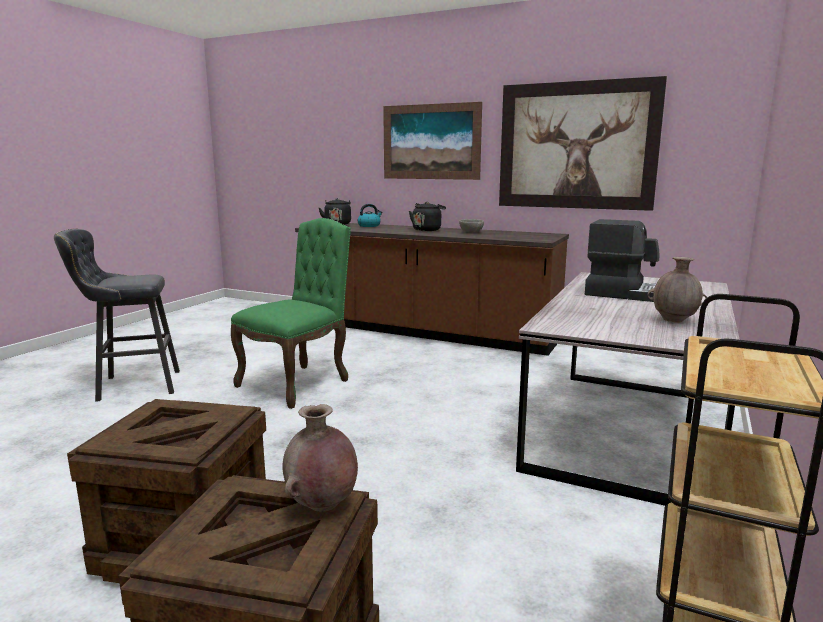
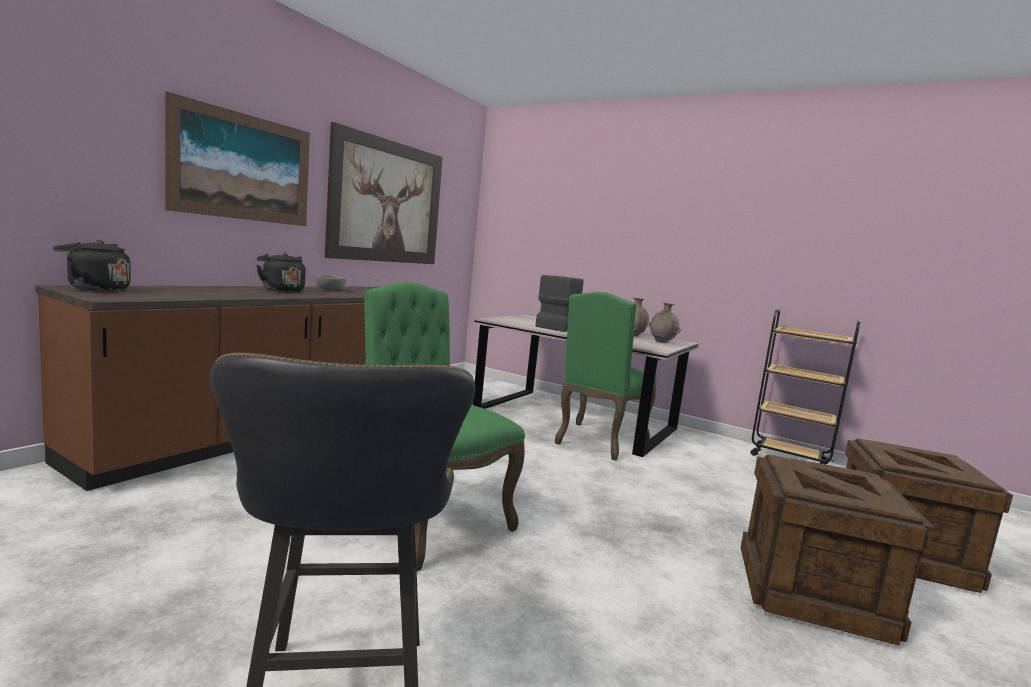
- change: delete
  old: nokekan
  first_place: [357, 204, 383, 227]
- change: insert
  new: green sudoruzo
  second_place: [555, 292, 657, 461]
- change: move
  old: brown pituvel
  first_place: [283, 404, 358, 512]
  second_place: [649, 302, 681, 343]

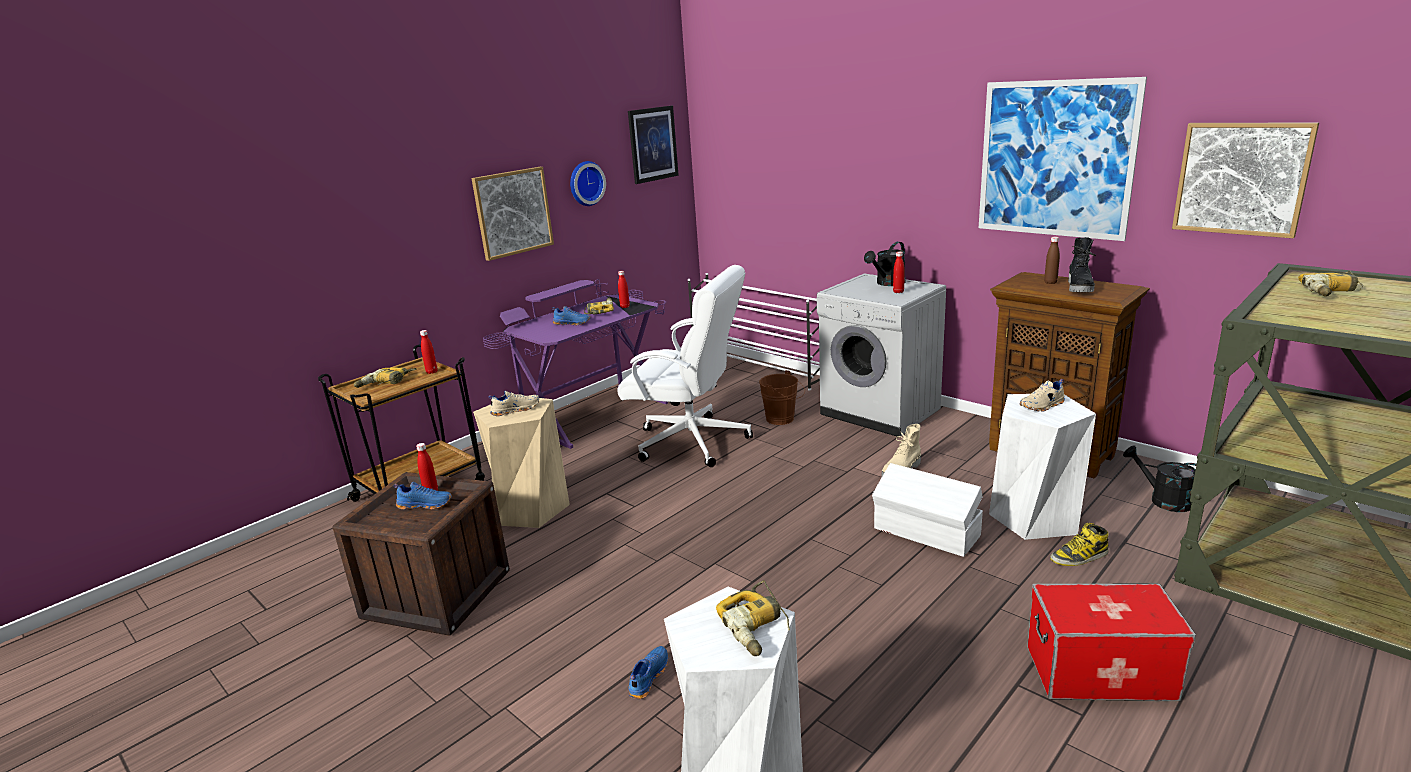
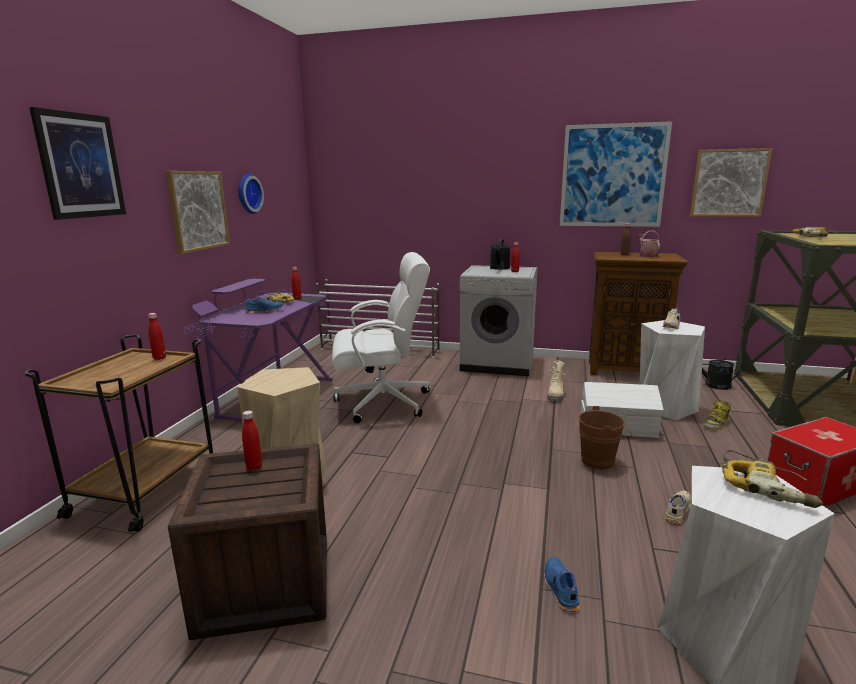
- change: delete
  old: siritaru
  first_place: [354, 367, 416, 388]
- change: delete
  old: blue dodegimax
  first_place: [394, 482, 452, 509]
- change: move
  old: beige dodegimax
  first_place: [489, 391, 539, 416]
  second_place: [665, 491, 691, 525]
- change: move
  old: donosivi
  first_place: [628, 106, 679, 184]
  second_place: [29, 107, 126, 220]
- change: move
  old: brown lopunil
  first_place: [759, 370, 805, 425]
  second_place: [579, 406, 632, 470]
- change: replace
  old: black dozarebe
  new: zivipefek
  first_place: [1068, 237, 1096, 292]
  second_place: [636, 231, 660, 257]

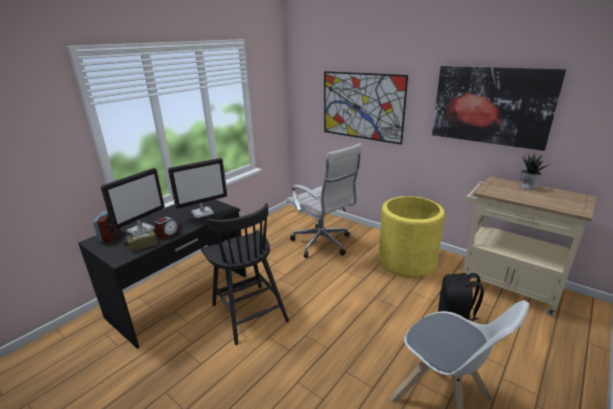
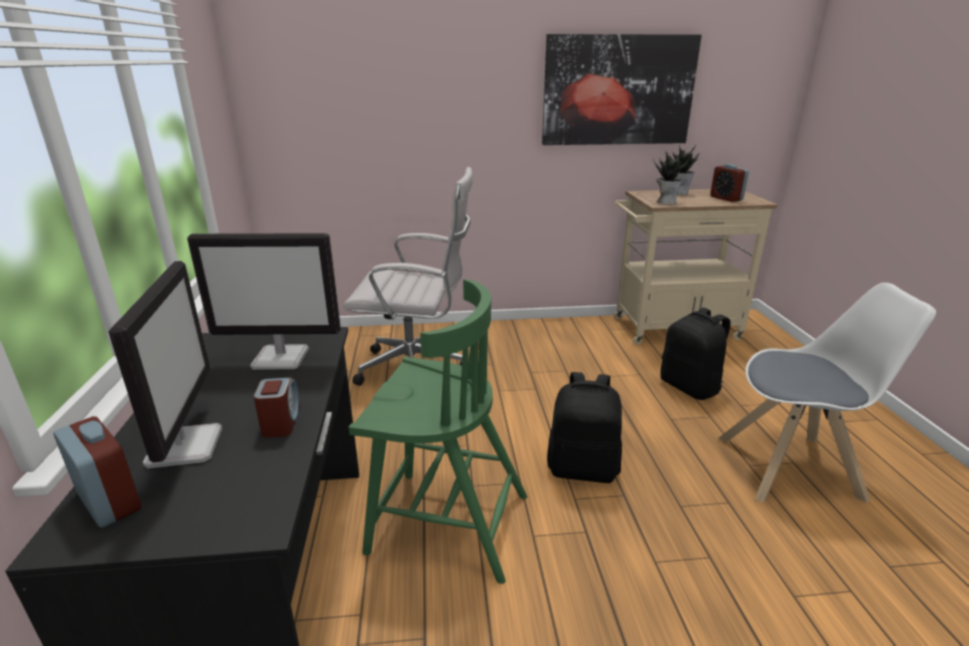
- change: delete
  old: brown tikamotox
  first_place: [126, 227, 158, 252]
- change: delete
  old: donosivi
  first_place: [324, 71, 408, 145]
- change: delete
  old: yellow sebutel
  first_place: [378, 196, 445, 278]
- change: insert
  new: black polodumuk
  second_place: [547, 372, 622, 483]
- change: insert
  new: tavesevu
  second_place: [653, 150, 688, 204]
- change: insert
  new: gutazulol
  second_place: [710, 164, 749, 202]
- change: recolor
  old: black sudoruzo
  new: green sudoruzo
  first_place: [201, 203, 289, 345]
  second_place: [349, 279, 527, 584]
- change: rotate
  old: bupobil
  first_place: [168, 158, 227, 218]
  second_place: [187, 233, 341, 370]
  degrees: 75

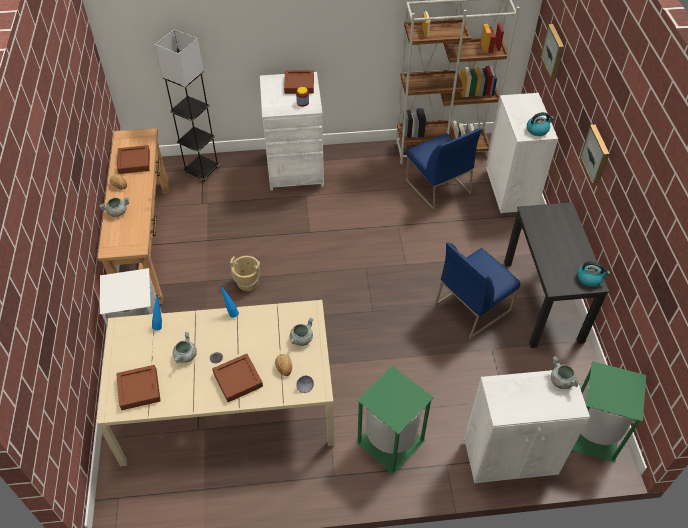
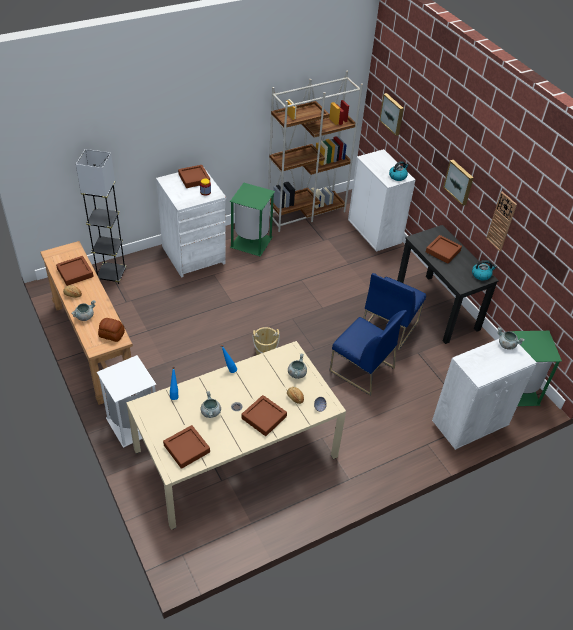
- change: insert
  new: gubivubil
  second_place: [98, 318, 125, 342]
- change: insert
  new: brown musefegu
  second_place: [426, 235, 462, 263]
- change: insert
  new: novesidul
  second_place: [486, 192, 517, 251]
- change: move
  old: beige lopunil
  first_place: [230, 256, 260, 291]
  second_place: [252, 327, 280, 355]
- change: move
  old: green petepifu
  first_place: [356, 366, 434, 475]
  second_place: [230, 183, 275, 257]
- change: move
  old: blue sudoruzo
  first_place: [405, 128, 482, 211]
  second_place: [330, 310, 407, 396]

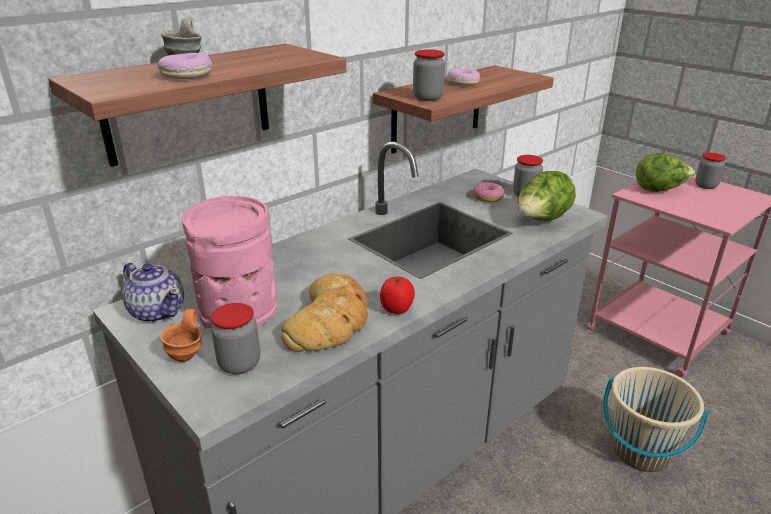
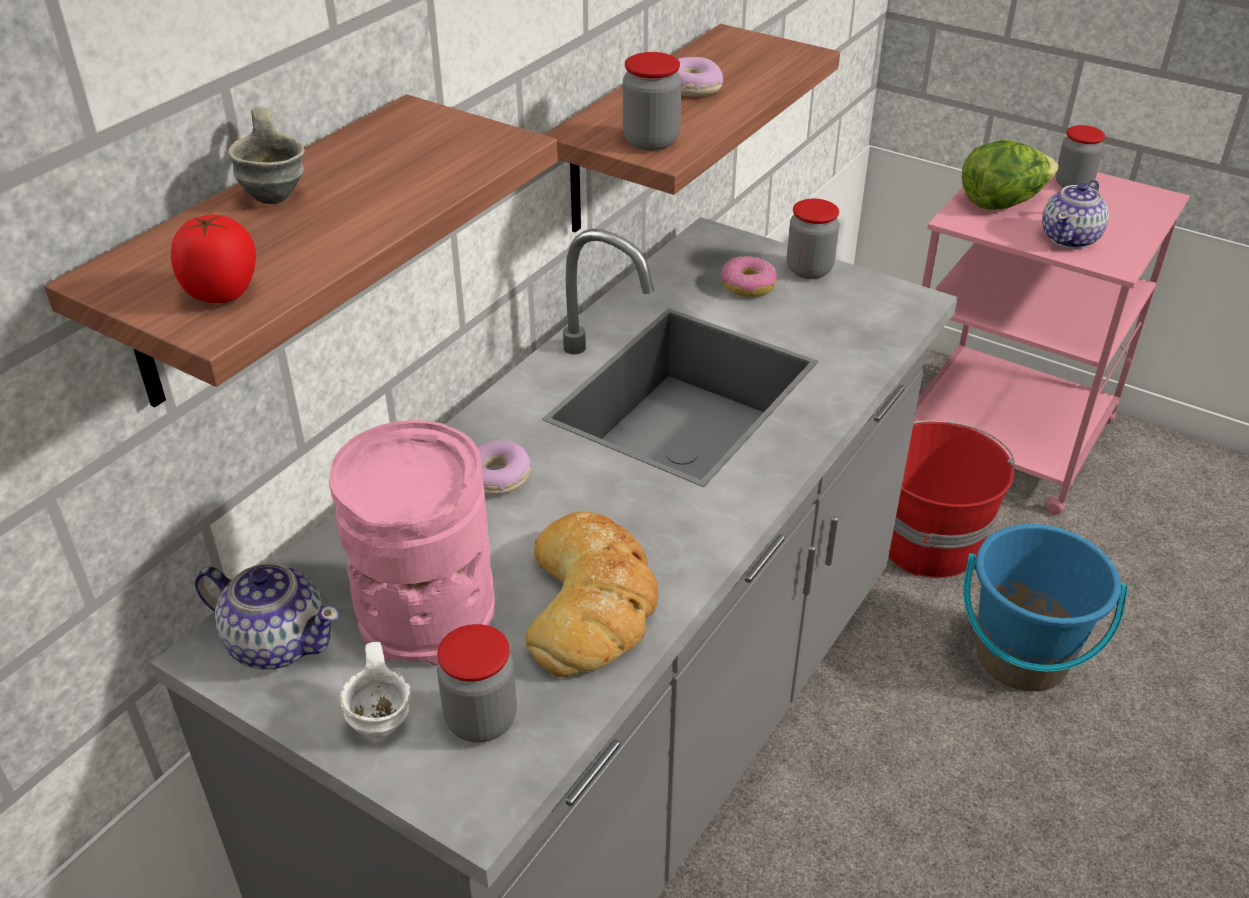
- change: delete
  old: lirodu
  first_place: [518, 171, 576, 221]
- change: insert
  new: red lopunil
  second_place: [888, 420, 1015, 578]
- change: insert
  new: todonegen
  second_place: [1042, 180, 1109, 249]
- change: move
  old: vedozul
  first_place: [157, 53, 212, 79]
  second_place: [477, 440, 531, 495]
- change: move
  old: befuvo
  first_place: [380, 276, 415, 314]
  second_place: [171, 215, 256, 303]
- change: recolor
  old: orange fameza
  new: white fameza
  first_place: [160, 309, 202, 362]
  second_place: [340, 642, 411, 739]
- change: recolor
  old: beige lopunil
  new: blue lopunil
  first_place: [603, 367, 709, 472]
  second_place: [963, 524, 1128, 691]

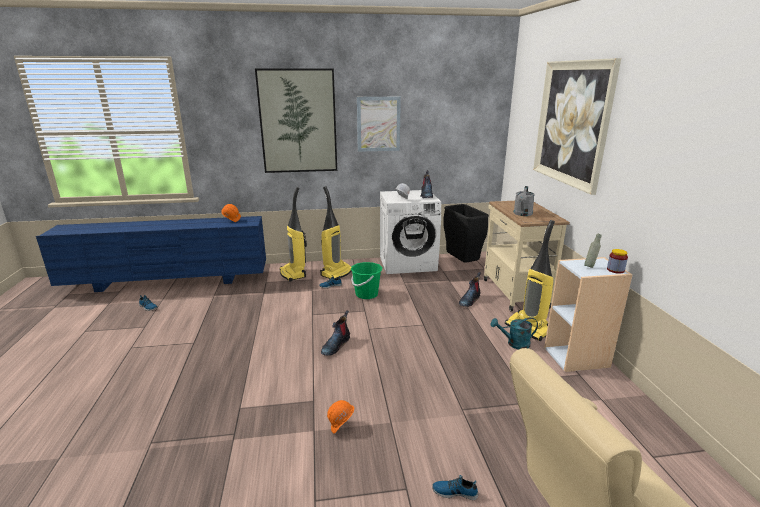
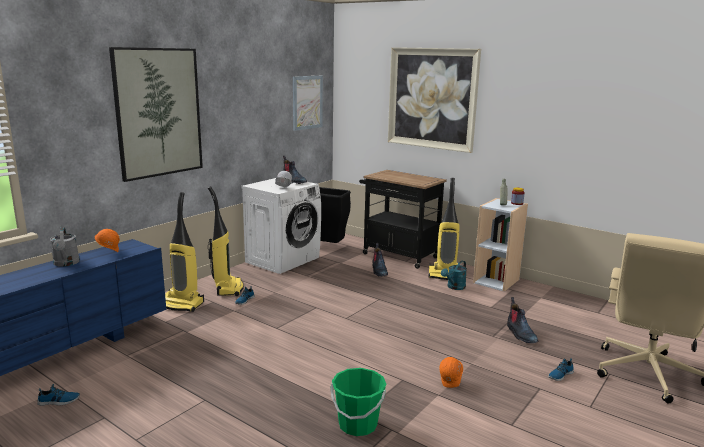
- change: move
  old: dozarebe
  first_place: [321, 310, 350, 356]
  second_place: [507, 297, 538, 343]
- change: move
  old: green lopunil
  first_place: [351, 262, 382, 299]
  second_place: [331, 368, 386, 436]
- change: move
  old: donosivi
  first_place: [357, 97, 401, 152]
  second_place: [293, 76, 323, 131]
- change: move
  old: grey zivipefek
  first_place: [514, 186, 535, 216]
  second_place: [50, 227, 80, 267]
- change: recolor
  old: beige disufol
  new: black disufol
  first_place: [484, 201, 570, 311]
  second_place: [359, 170, 447, 269]

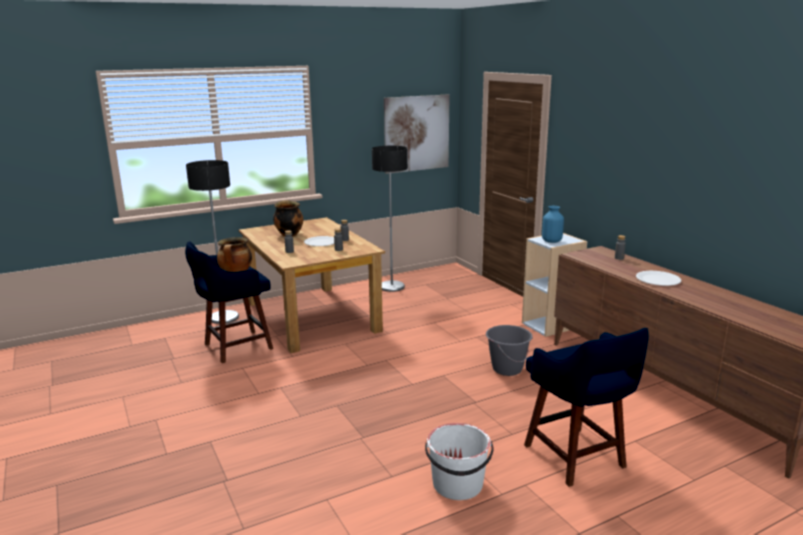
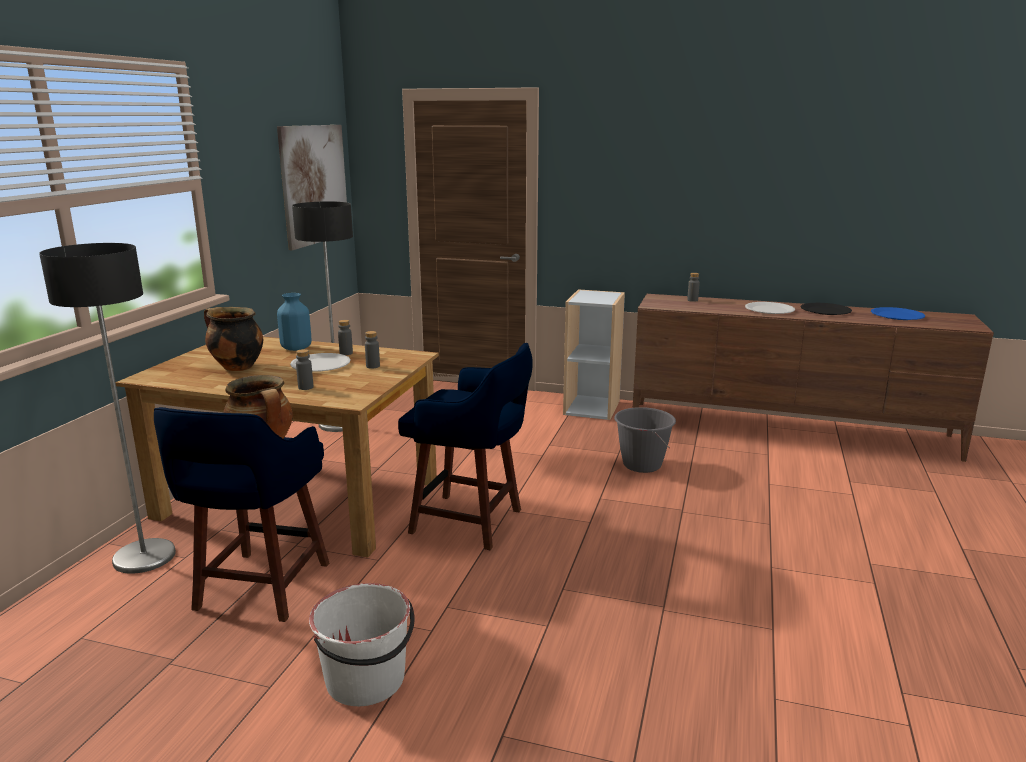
- change: insert
  new: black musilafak
  second_place: [801, 303, 852, 315]
- change: insert
  new: blue musilafak
  second_place: [871, 307, 925, 320]
- change: move
  old: white lopunil
  first_place: [425, 423, 493, 500]
  second_place: [309, 583, 415, 706]
- change: move
  old: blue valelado
  first_place: [524, 328, 649, 487]
  second_place: [398, 343, 533, 550]
- change: move
  old: blue pituvel
  first_place: [542, 206, 564, 243]
  second_place: [277, 293, 312, 351]

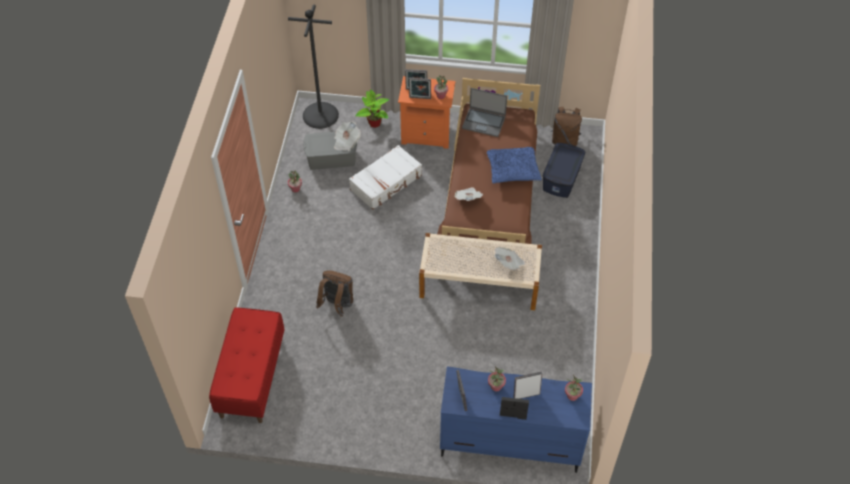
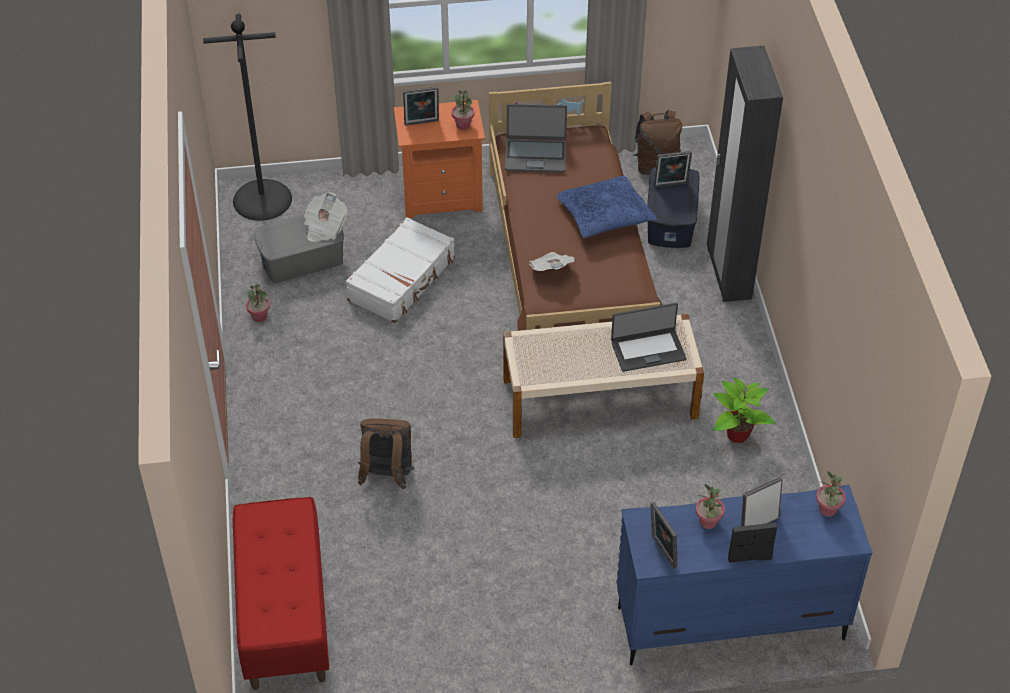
- change: insert
  new: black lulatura
  second_place: [707, 46, 783, 302]
- change: move
  old: tavesevu
  first_place: [355, 89, 389, 128]
  second_place: [714, 378, 775, 443]
- change: move
  old: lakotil
  first_place: [409, 78, 431, 99]
  second_place: [654, 151, 692, 188]
- change: replace
  old: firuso
  new: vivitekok
  first_place: [494, 247, 526, 271]
  second_place: [611, 303, 687, 372]

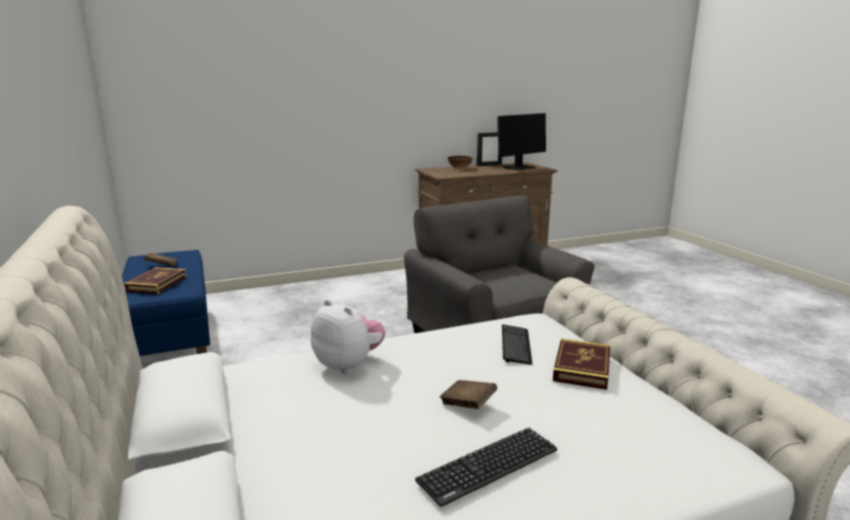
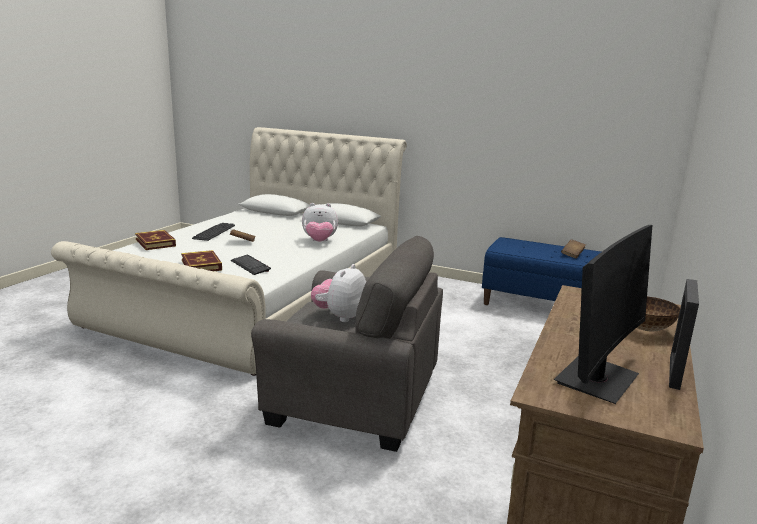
- change: insert
  new: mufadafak
  second_place: [311, 264, 366, 322]
- change: move
  old: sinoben
  first_place: [124, 267, 187, 294]
  second_place: [135, 230, 176, 250]
- change: rotate
  old: bupobil
  first_place: [497, 113, 546, 170]
  second_place: [554, 225, 652, 404]
  degrees: -150

